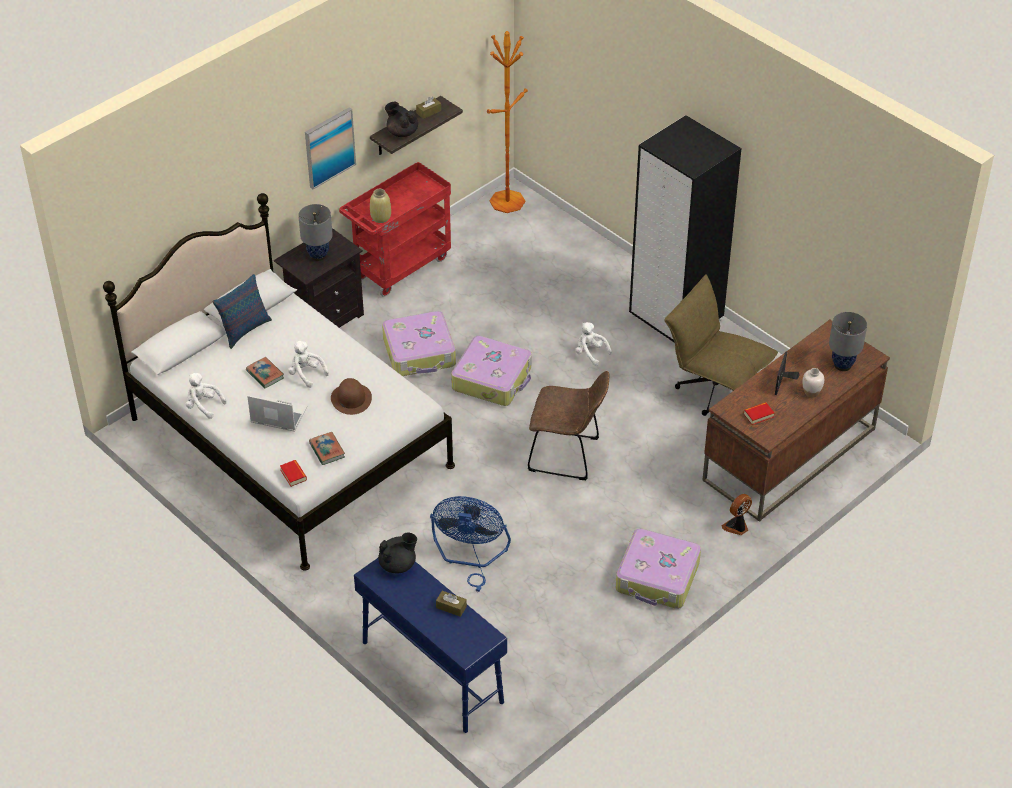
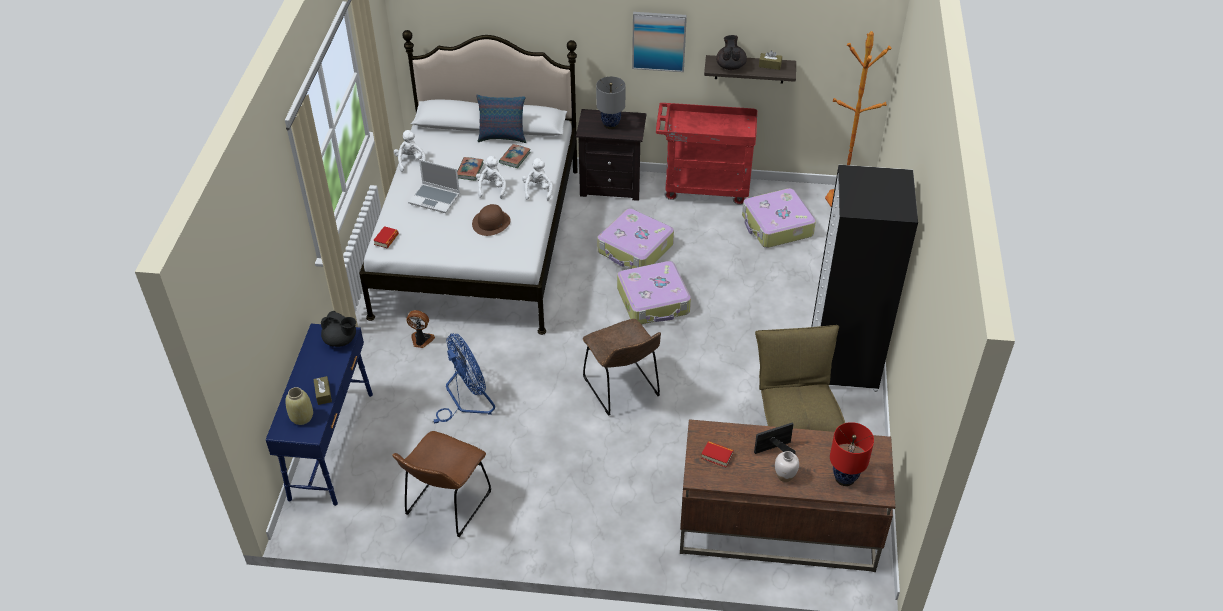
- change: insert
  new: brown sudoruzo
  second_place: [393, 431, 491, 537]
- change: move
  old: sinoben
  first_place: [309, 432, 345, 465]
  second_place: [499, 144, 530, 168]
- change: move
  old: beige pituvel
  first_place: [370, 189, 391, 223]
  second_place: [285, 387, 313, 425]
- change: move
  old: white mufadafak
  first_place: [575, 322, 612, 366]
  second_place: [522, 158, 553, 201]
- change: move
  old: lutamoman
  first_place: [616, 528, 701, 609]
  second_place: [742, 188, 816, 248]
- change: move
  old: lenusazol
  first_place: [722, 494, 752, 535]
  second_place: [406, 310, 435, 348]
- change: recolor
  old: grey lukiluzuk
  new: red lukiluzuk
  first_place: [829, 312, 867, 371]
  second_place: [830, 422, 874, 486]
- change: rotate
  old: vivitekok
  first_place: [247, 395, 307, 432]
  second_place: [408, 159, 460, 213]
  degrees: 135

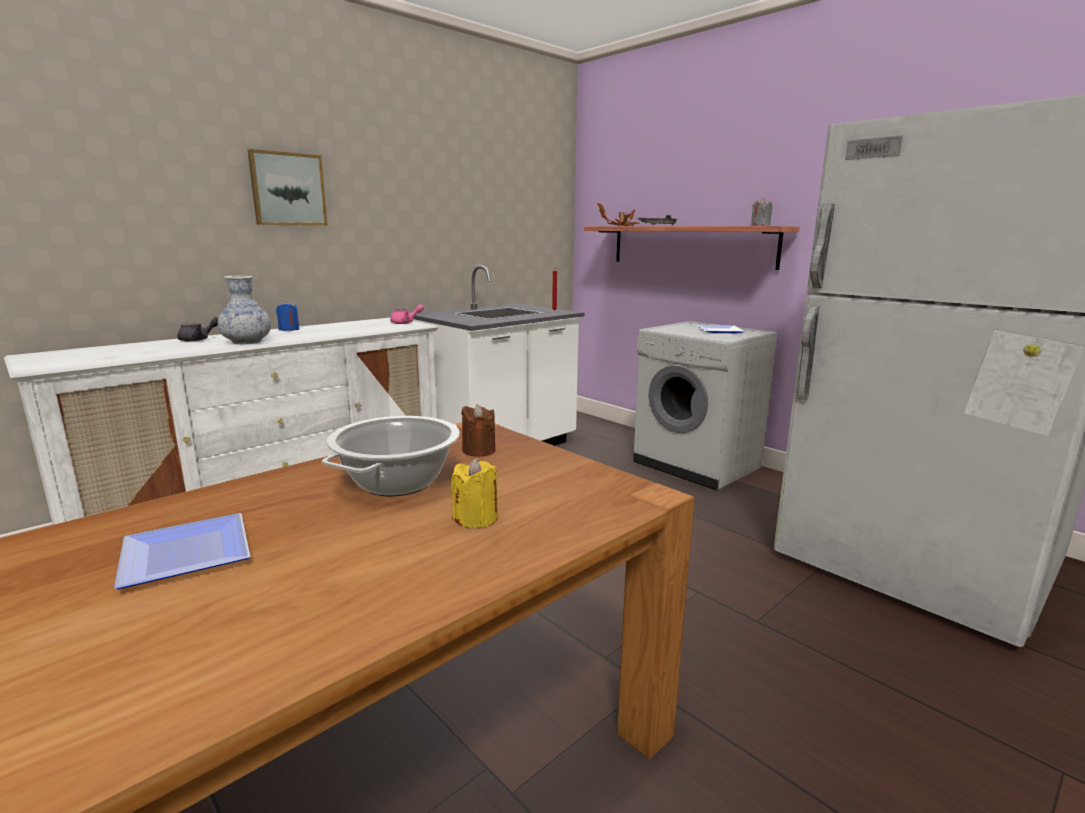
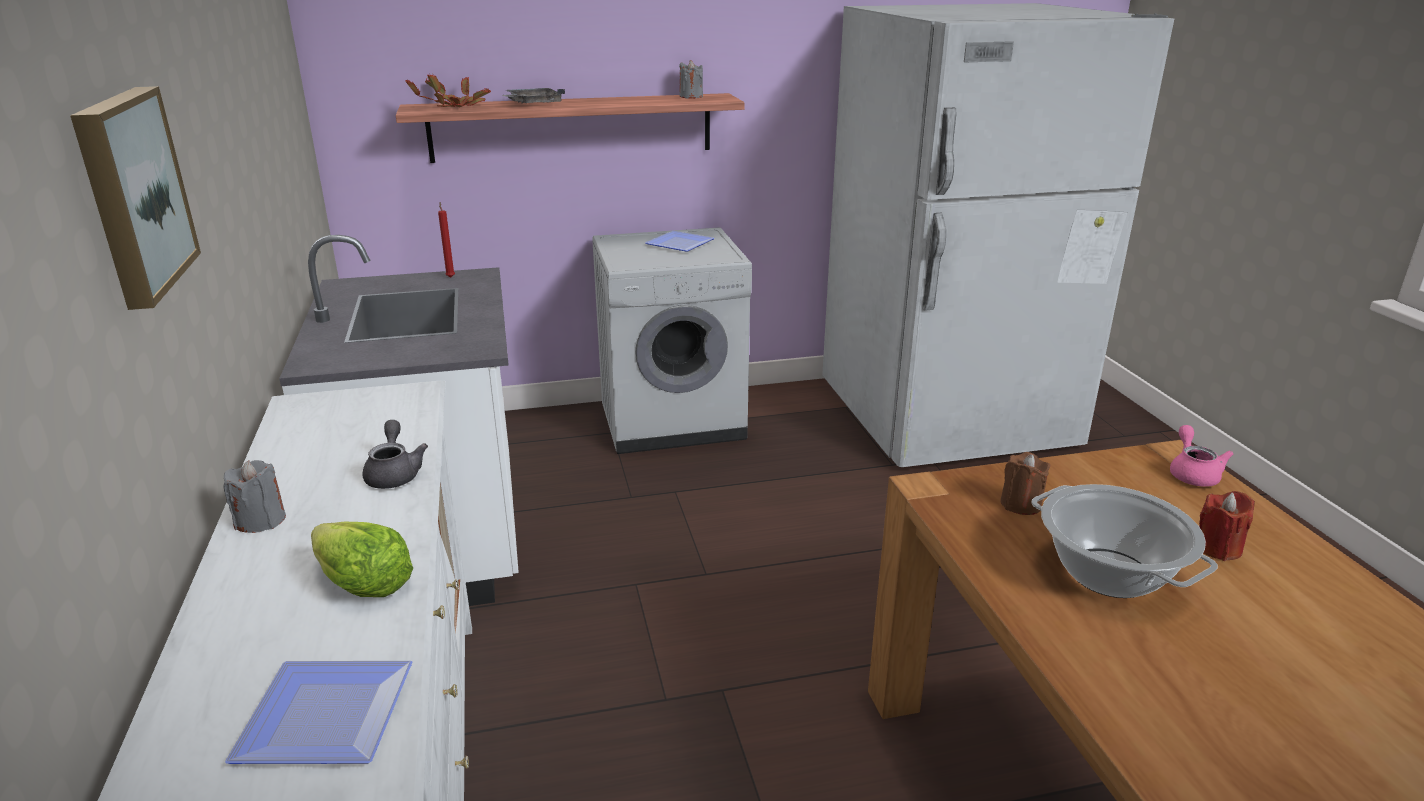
- change: move
  old: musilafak
  first_place: [114, 513, 250, 589]
  second_place: [225, 661, 412, 764]
- change: move
  old: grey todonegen
  first_place: [177, 317, 218, 342]
  second_place: [362, 420, 428, 489]
- change: move
  old: pink todonegen
  first_place: [390, 305, 424, 324]
  second_place: [1170, 425, 1234, 487]
- change: replace
  old: pituvel
  new: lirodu
  first_place: [218, 276, 271, 344]
  second_place: [311, 522, 413, 597]
- change: recolor
  old: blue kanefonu
  new: grey kanefonu
  first_place: [276, 301, 299, 331]
  second_place: [224, 460, 286, 533]
- change: recolor
  old: yellow kanefonu
  new: red kanefonu
  first_place: [451, 458, 498, 528]
  second_place: [1199, 491, 1255, 561]

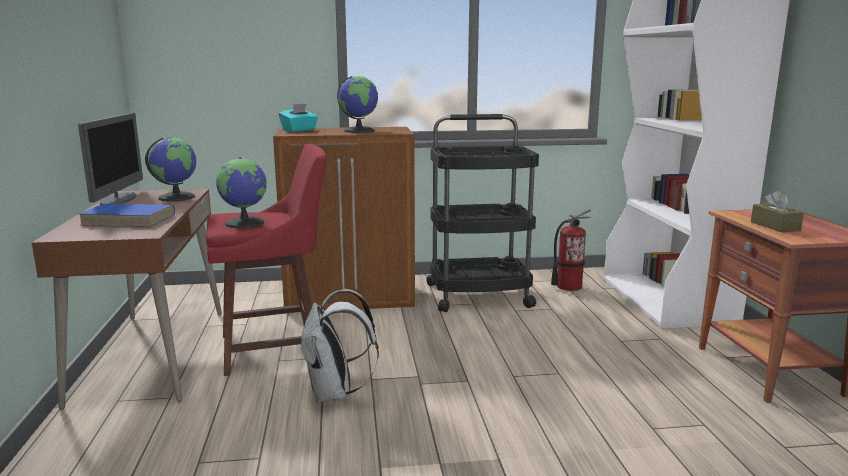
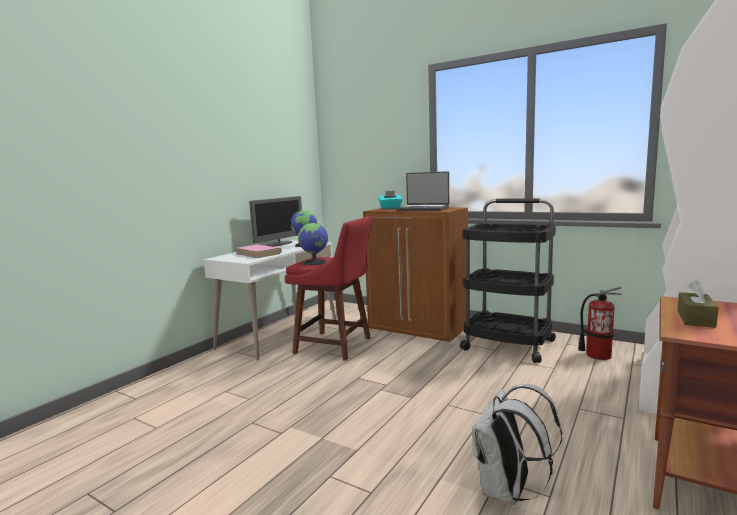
- change: move
  old: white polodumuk
  first_place: [300, 289, 379, 402]
  second_place: [472, 384, 562, 505]
- change: replace
  old: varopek
  new: vivitekok
  first_place: [337, 76, 378, 133]
  second_place: [396, 171, 449, 211]
- change: recolor
  old: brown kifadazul
  new: white kifadazul
  first_place: [32, 189, 222, 410]
  second_place: [203, 240, 336, 361]
- change: recolor
  old: blue sinoben
  new: pink sinoben
  first_place: [79, 203, 175, 227]
  second_place: [236, 244, 282, 258]

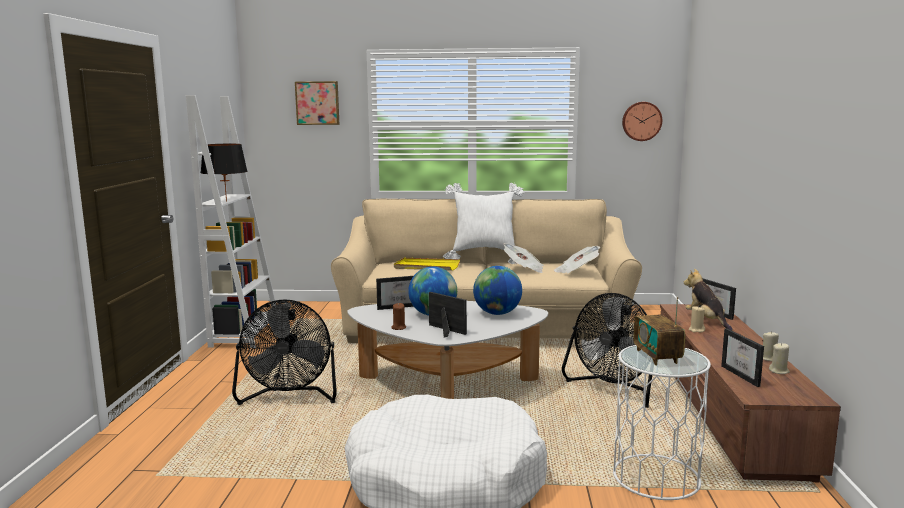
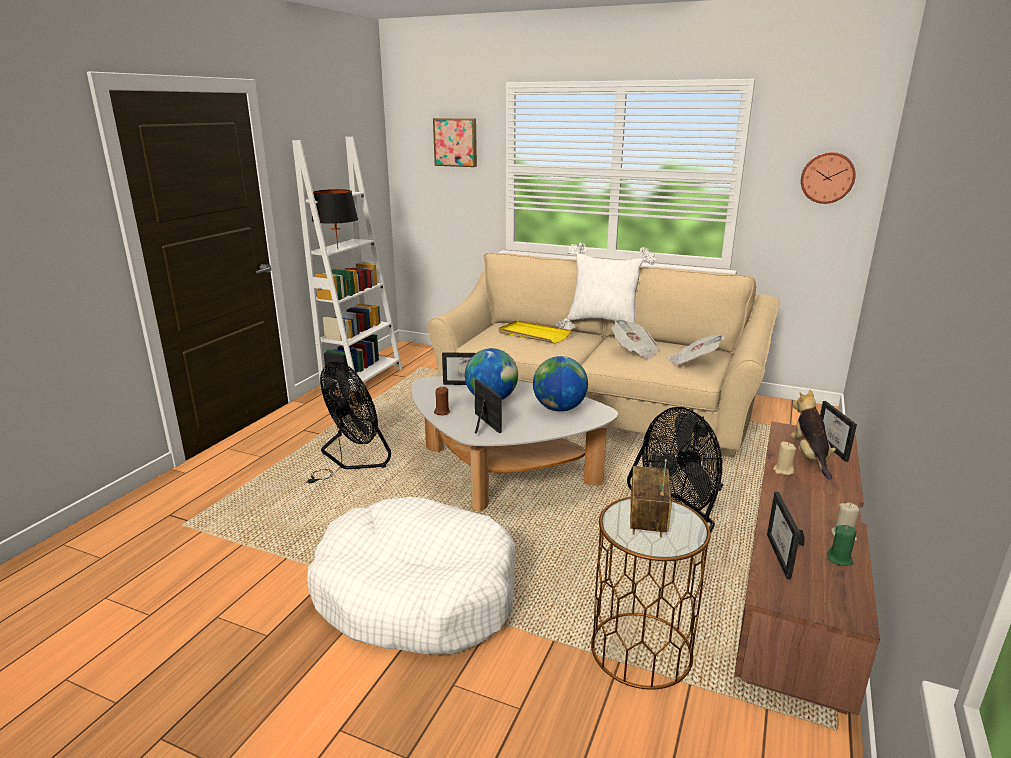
- change: recolor
  old: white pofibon
  new: brown pofibon
  first_place: [613, 345, 711, 500]
  second_place: [591, 497, 711, 690]
- change: recolor
  old: beige kanefonu
  new: green kanefonu
  first_place: [769, 343, 790, 374]
  second_place: [827, 525, 856, 566]
- change: rotate
  old: black lenusazol
  first_place: [232, 300, 337, 405]
  second_place: [306, 362, 391, 484]
  degrees: -150

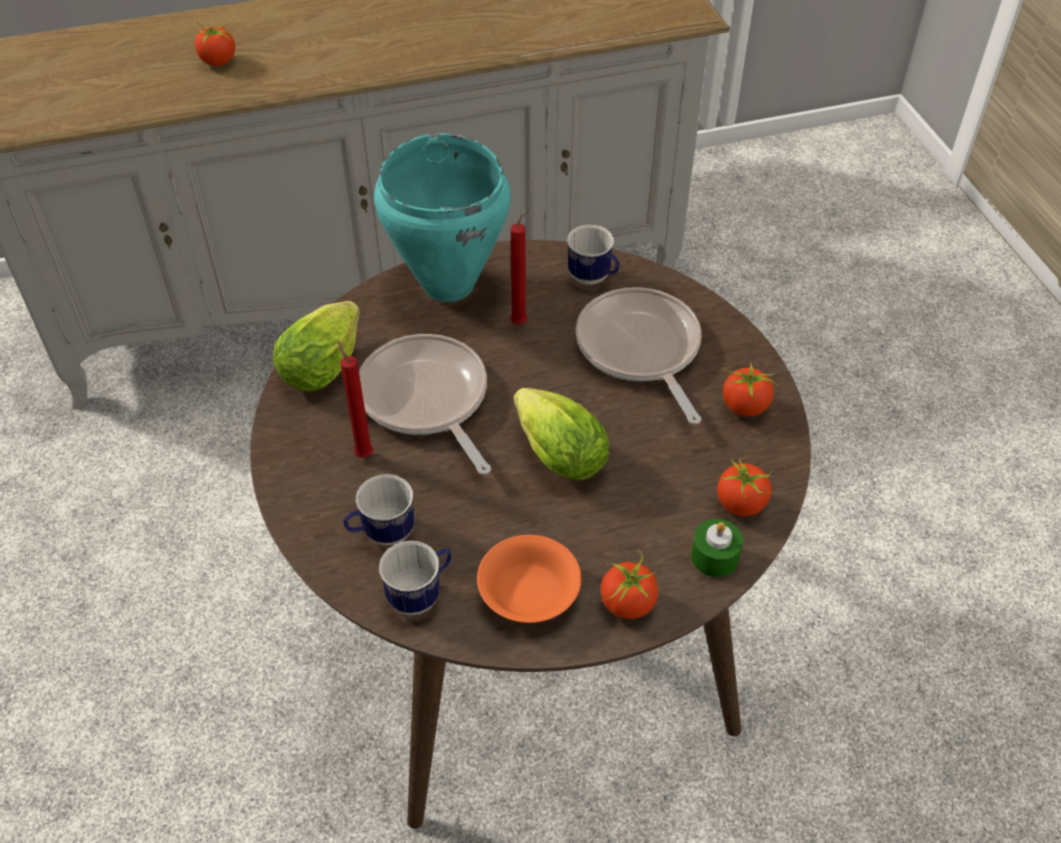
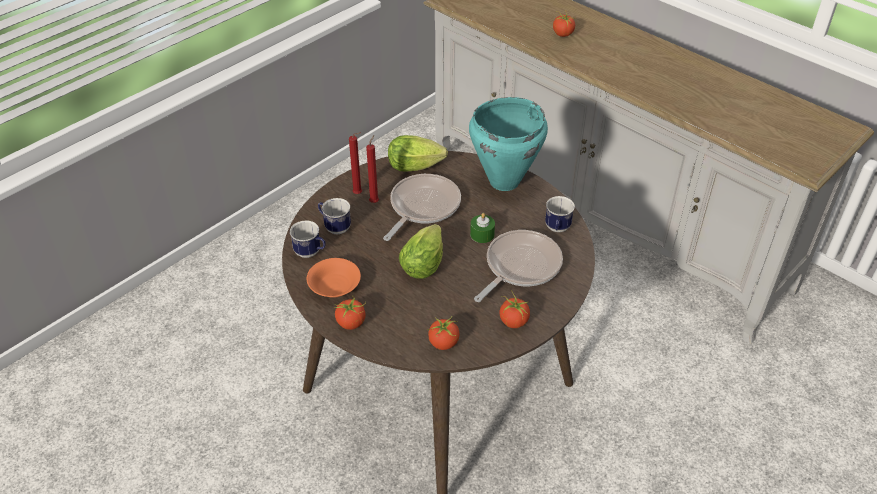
- change: move
  old: red kanefonu
  first_place: [510, 209, 529, 324]
  second_place: [349, 132, 362, 194]
- change: move
  old: green kanefonu
  first_place: [691, 519, 743, 577]
  second_place: [470, 213, 495, 243]

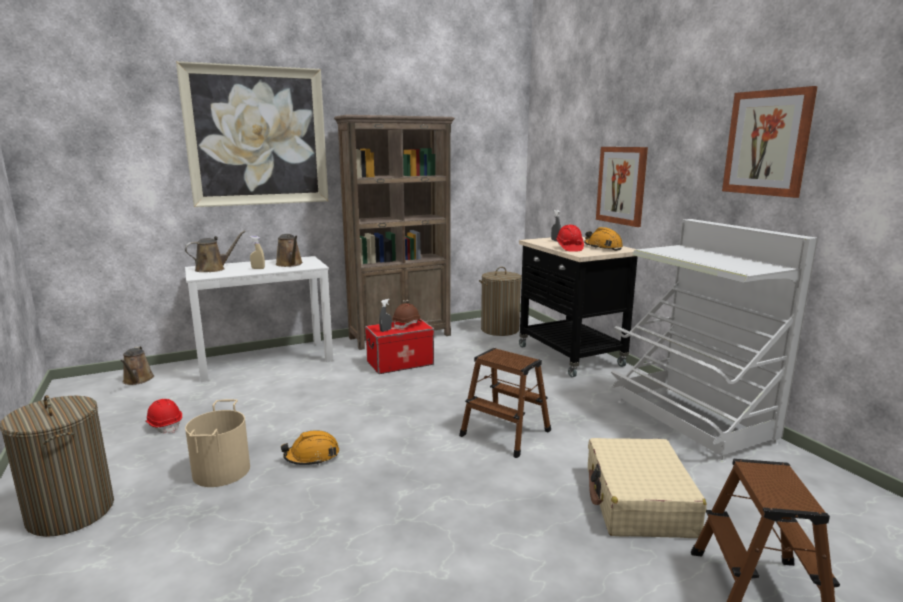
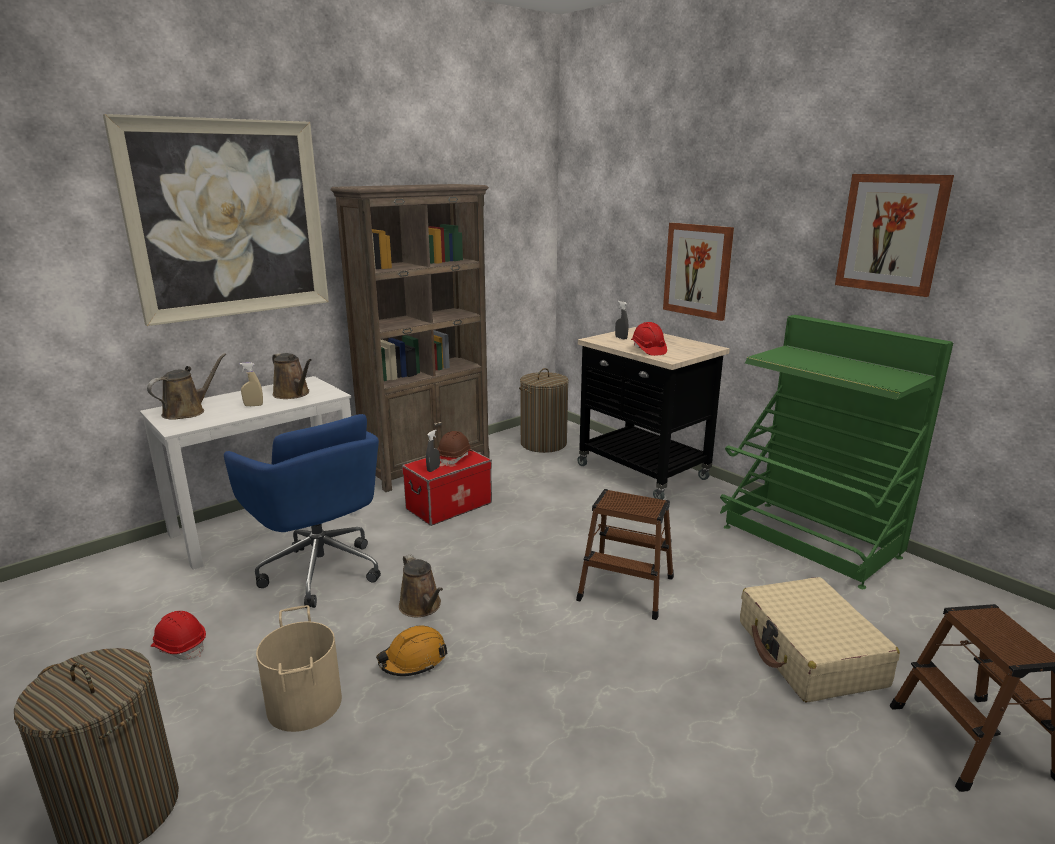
- change: delete
  old: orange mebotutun
  first_place: [584, 227, 623, 251]
- change: insert
  new: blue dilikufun
  second_place: [224, 414, 381, 608]
- change: move
  old: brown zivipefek
  first_place: [120, 346, 154, 385]
  second_place: [399, 554, 443, 617]
- change: recolor
  old: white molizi
  new: green molizi
  first_place: [611, 219, 818, 462]
  second_place: [720, 315, 953, 589]

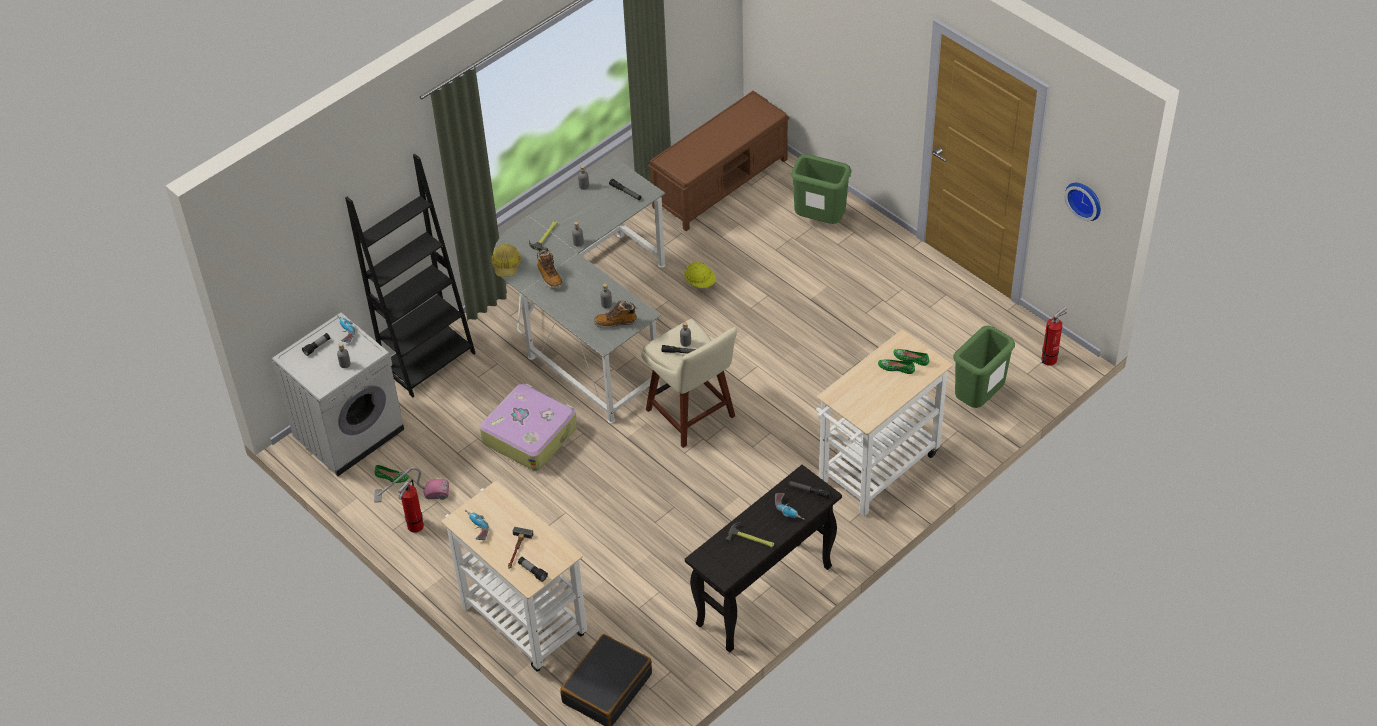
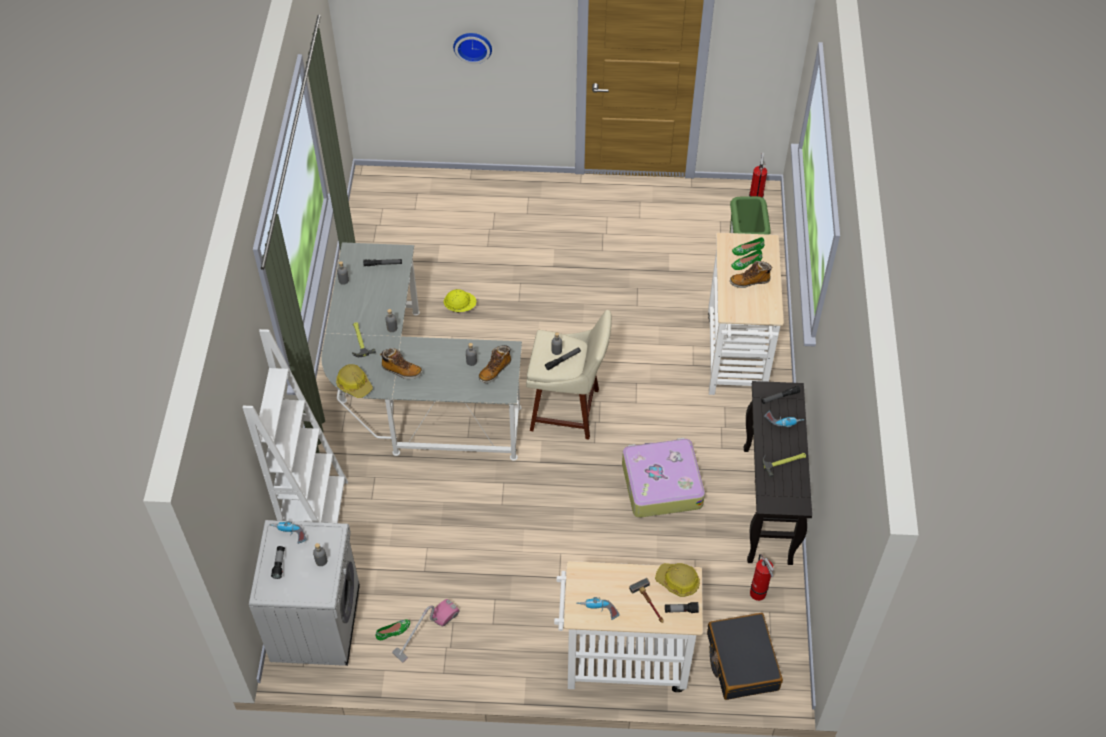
- change: delete
  old: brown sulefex
  first_place: [648, 91, 790, 231]
- change: delete
  old: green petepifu
  first_place: [791, 154, 852, 224]
- change: insert
  new: mebotutun
  second_place: [655, 563, 700, 597]
- change: insert
  new: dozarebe
  second_place: [730, 261, 772, 288]
- change: move
  old: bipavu
  first_place: [398, 479, 424, 533]
  second_place: [750, 554, 774, 601]
- change: move
  old: lutamoman
  first_place: [480, 383, 577, 471]
  second_place: [622, 438, 705, 518]
- change: move
  old: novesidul
  first_place: [1065, 183, 1101, 221]
  second_place: [453, 33, 492, 64]
- change: recolor
  old: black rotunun
  new: white rotunun
  first_place: [345, 154, 476, 397]
  second_place: [243, 329, 348, 523]

